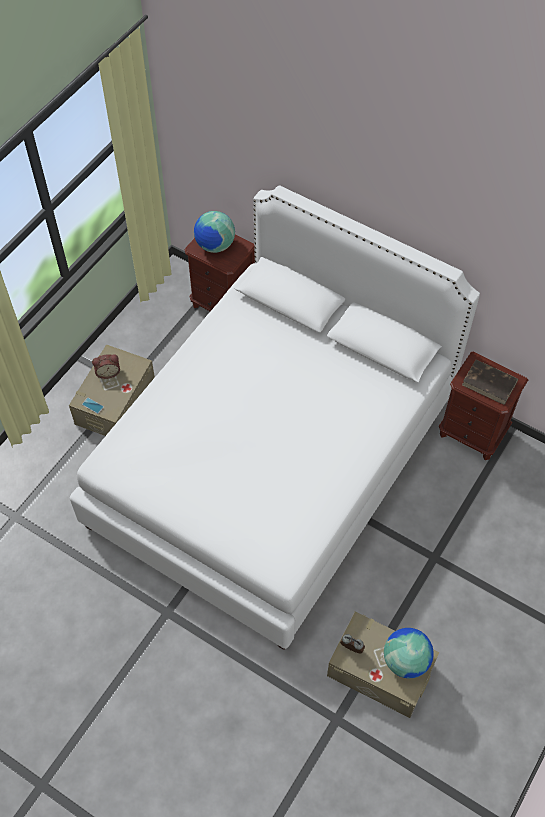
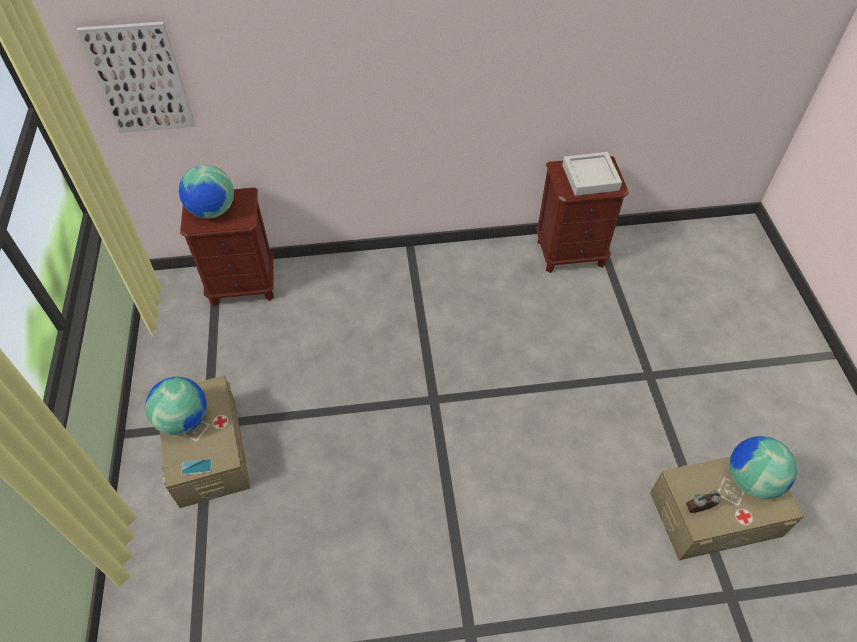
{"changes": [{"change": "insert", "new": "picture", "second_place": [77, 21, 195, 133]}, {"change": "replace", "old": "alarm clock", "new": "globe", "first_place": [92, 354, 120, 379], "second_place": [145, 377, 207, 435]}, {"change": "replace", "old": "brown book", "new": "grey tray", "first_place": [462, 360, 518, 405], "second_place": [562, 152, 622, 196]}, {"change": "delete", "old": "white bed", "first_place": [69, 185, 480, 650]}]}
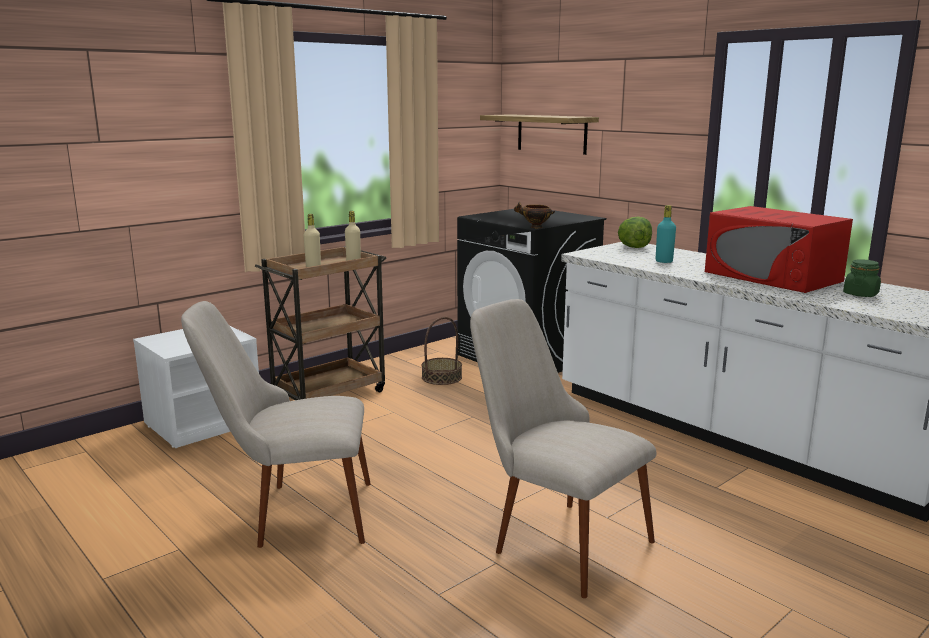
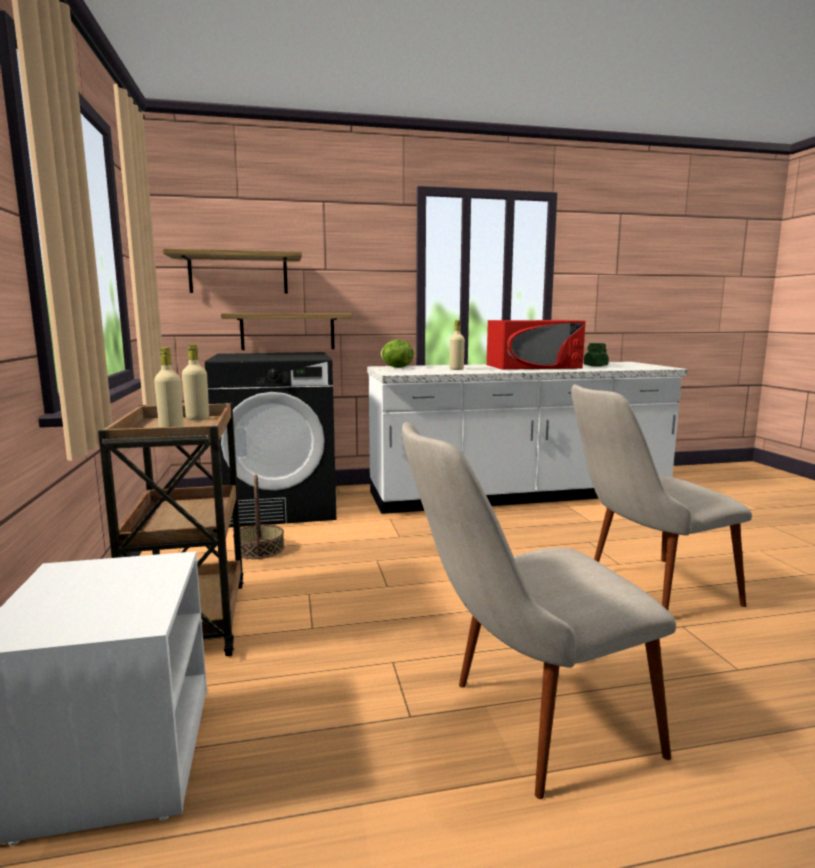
{"changes": [{"change": "insert", "new": "shelf", "second_place": [221, 313, 352, 350]}, {"change": "rotate", "old": "beige chair", "first_place": [181, 301, 371, 548], "second_place": [402, 422, 676, 799], "degrees": 45}, {"change": "recolor", "old": "turquoise bottle", "new": "beige bottle", "first_place": [656, 205, 676, 263], "second_place": [450, 321, 465, 370]}, {"change": "delete", "old": "bowl", "first_place": [514, 202, 555, 228]}]}
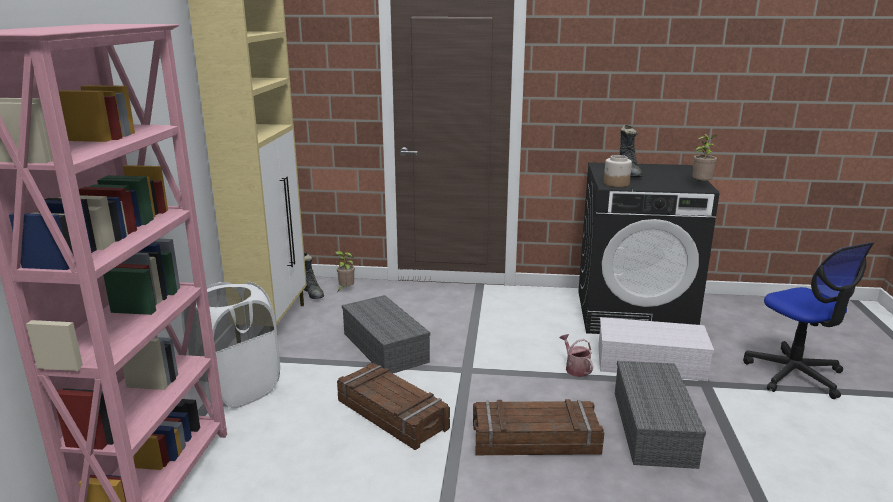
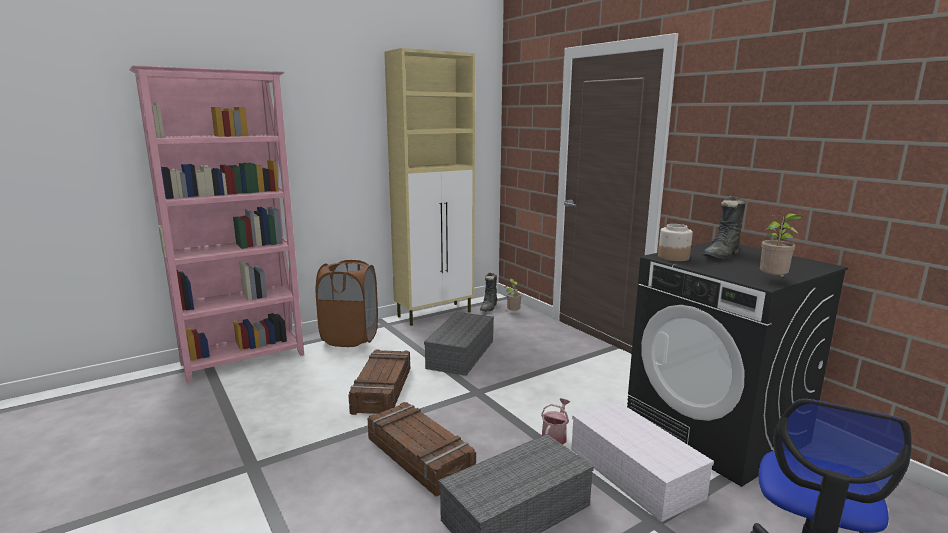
{"changes": [{"change": "recolor", "old": "white laundry basket", "new": "brown laundry basket", "first_place": [182, 282, 280, 408], "second_place": [316, 260, 378, 347]}]}
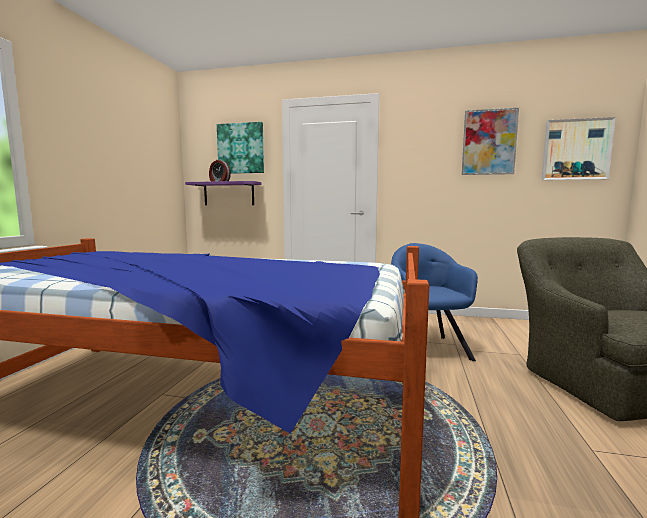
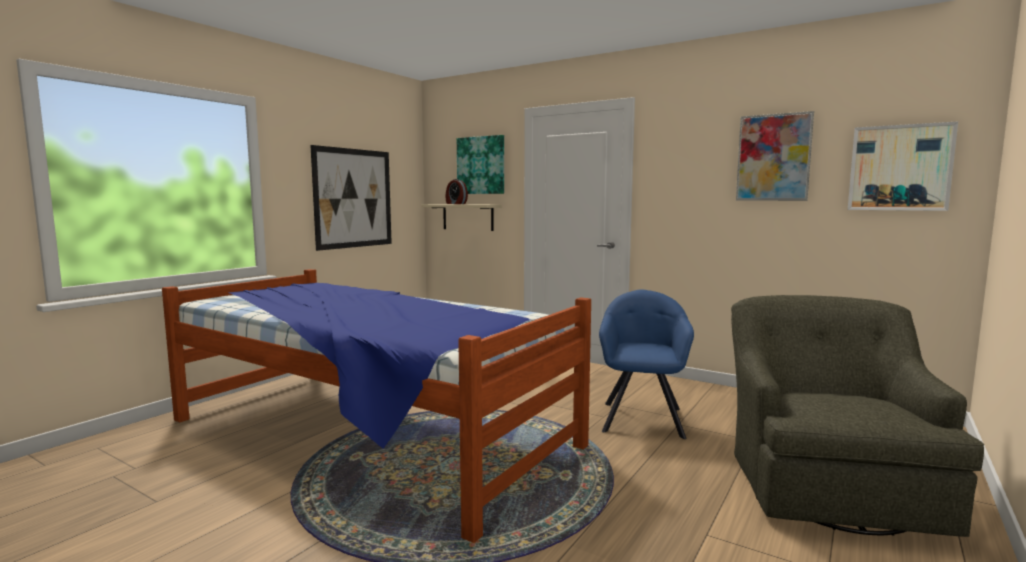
{"changes": [{"change": "insert", "new": "picture", "second_place": [310, 145, 392, 251]}, {"change": "recolor", "old": "purple shelf", "new": "beige shelf", "first_place": [185, 181, 262, 205], "second_place": [421, 204, 502, 231]}]}
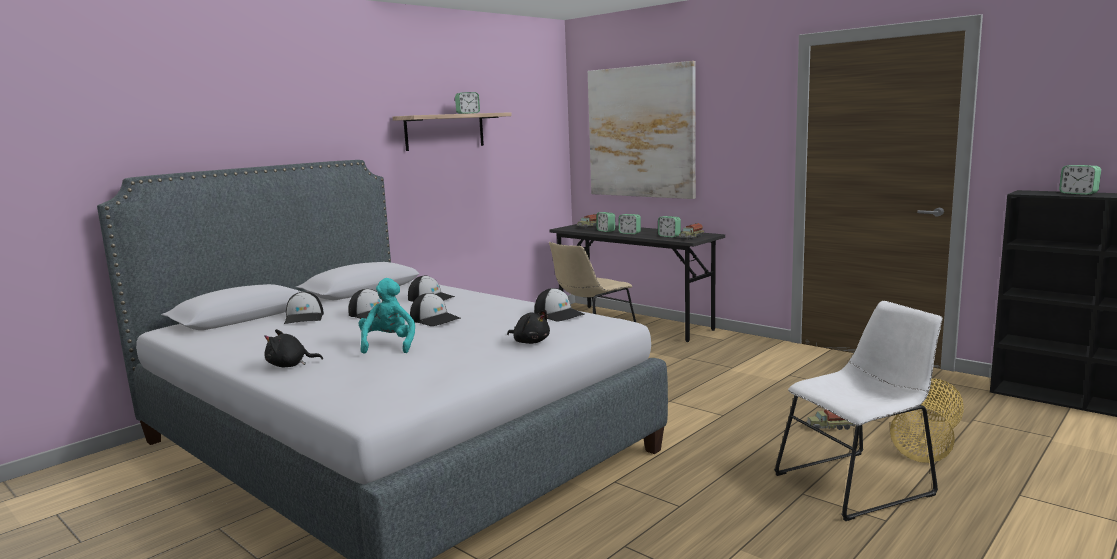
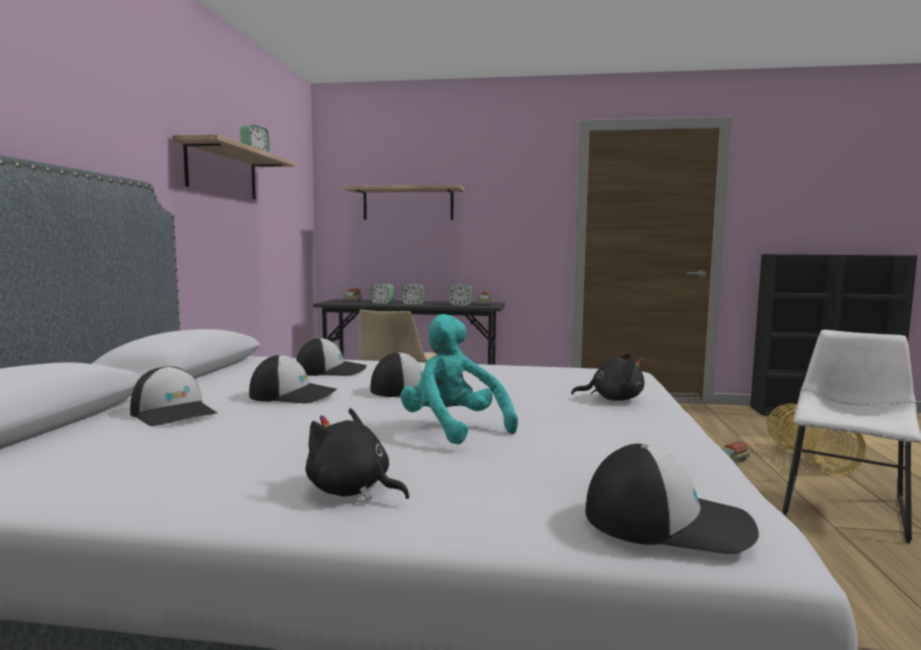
{"changes": [{"change": "rotate", "old": "black plush toy", "first_place": [264, 329, 323, 367], "second_place": [306, 408, 409, 500], "degrees": 75}, {"change": "replace", "old": "picture", "new": "shelf", "first_place": [588, 61, 696, 199], "second_place": [343, 185, 465, 220]}, {"change": "move", "old": "cap", "first_place": [534, 288, 585, 322], "second_place": [585, 444, 759, 554]}, {"change": "delete", "old": "alarm clock", "first_place": [1059, 165, 1101, 195]}]}
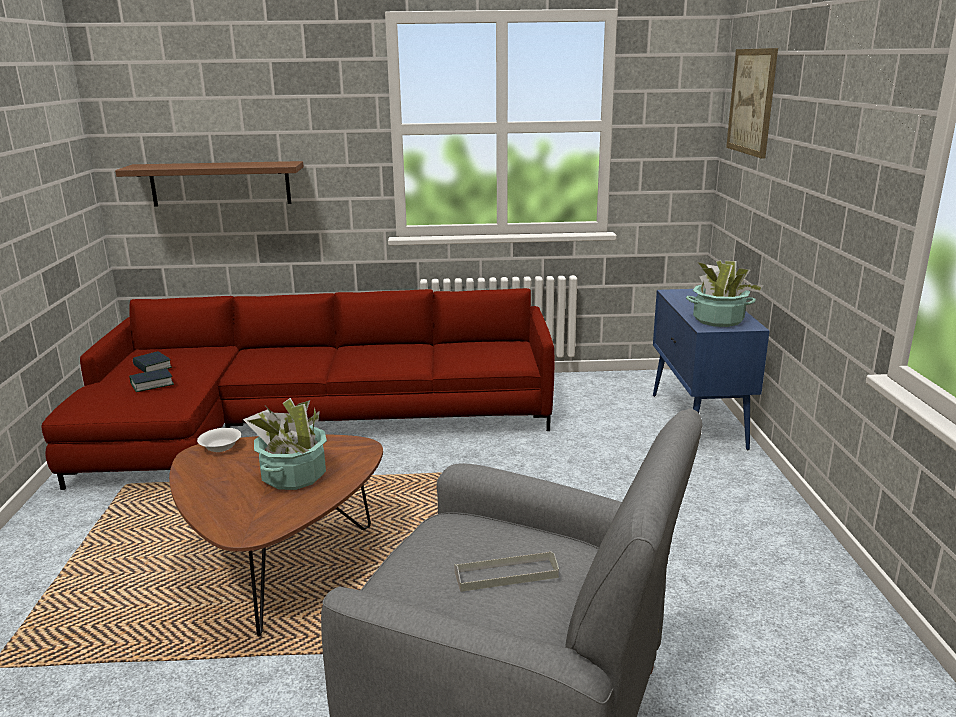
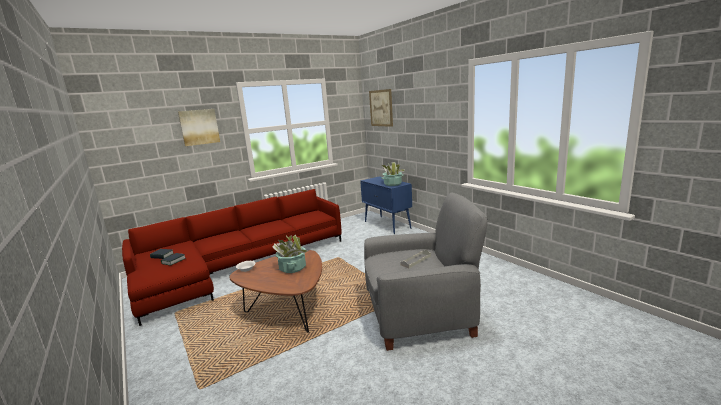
{"changes": [{"change": "insert", "new": "picture", "second_place": [178, 109, 220, 146]}, {"change": "delete", "old": "brown shelf", "first_place": [115, 161, 304, 207]}]}
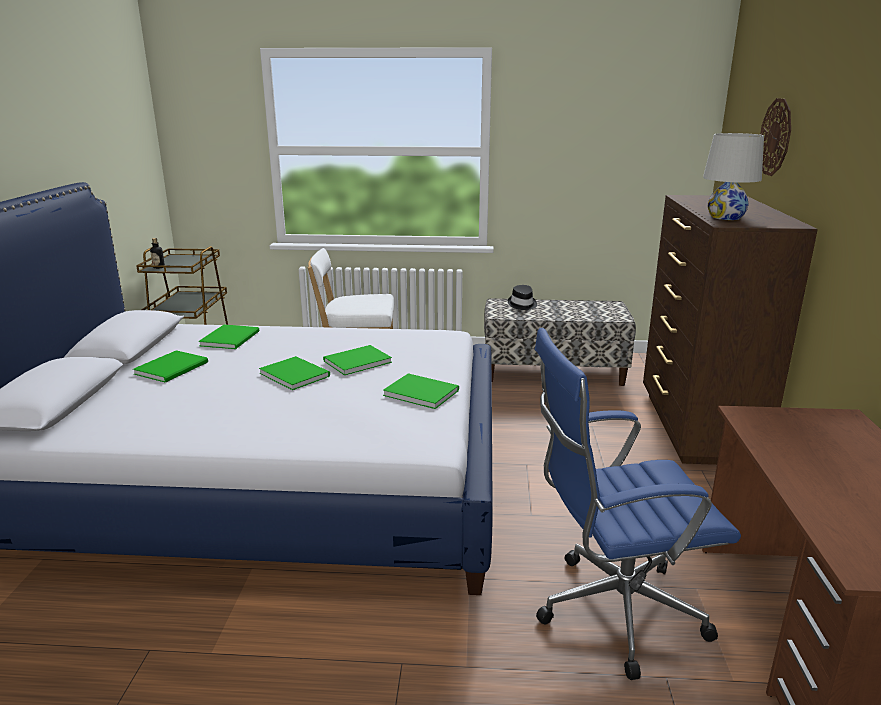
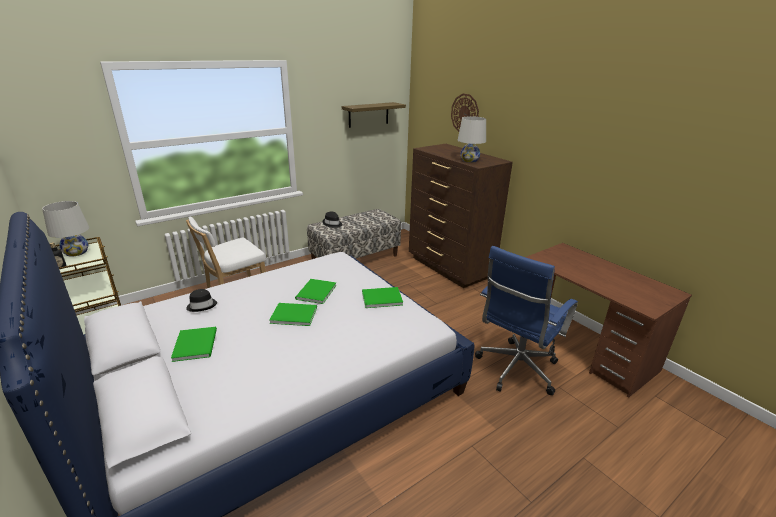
{"changes": [{"change": "insert", "new": "white table lamp", "second_place": [42, 201, 89, 257]}, {"change": "replace", "old": "green book", "new": "black hat", "first_place": [199, 325, 259, 349], "second_place": [186, 289, 217, 312]}, {"change": "insert", "new": "shelf", "second_place": [342, 102, 406, 128]}]}
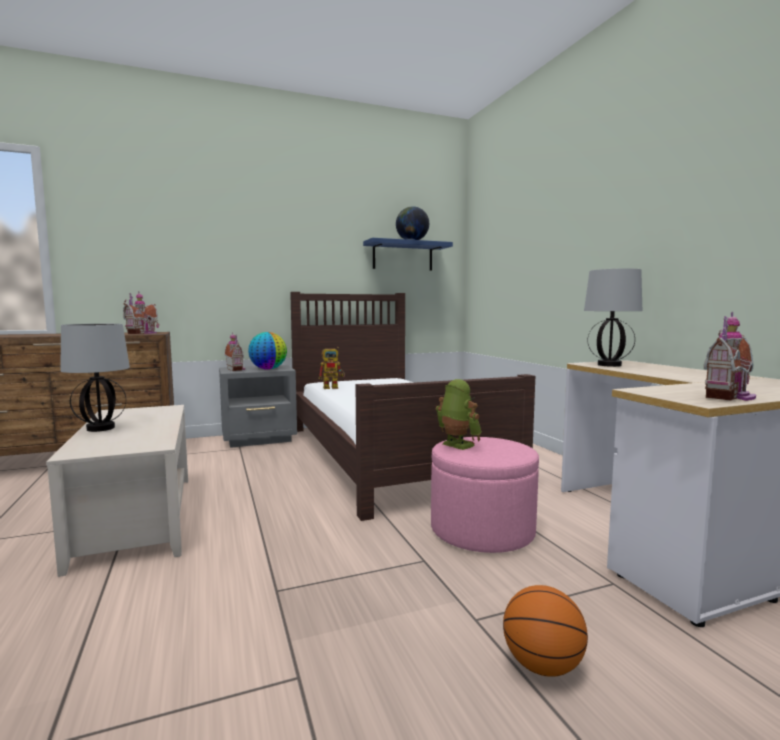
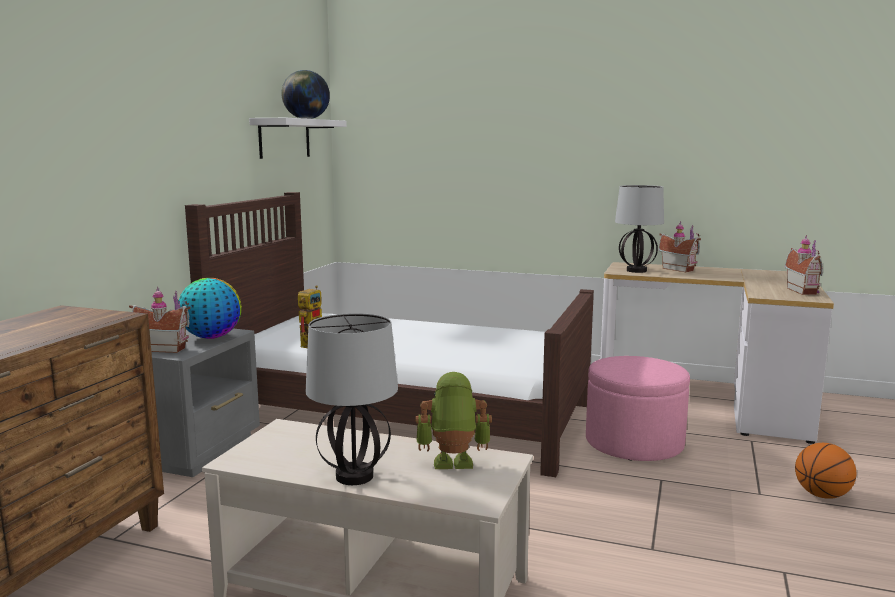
{"changes": [{"change": "recolor", "old": "blue shelf", "new": "white shelf", "first_place": [363, 238, 453, 271], "second_place": [249, 118, 347, 159]}, {"change": "move", "old": "toy robot", "first_place": [436, 379, 482, 450], "second_place": [416, 372, 492, 469]}, {"change": "move", "old": "toy house", "first_place": [123, 292, 159, 334], "second_place": [659, 221, 701, 272]}]}
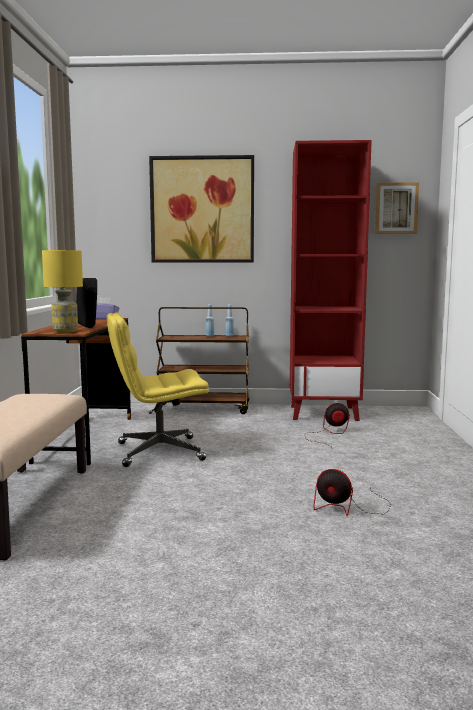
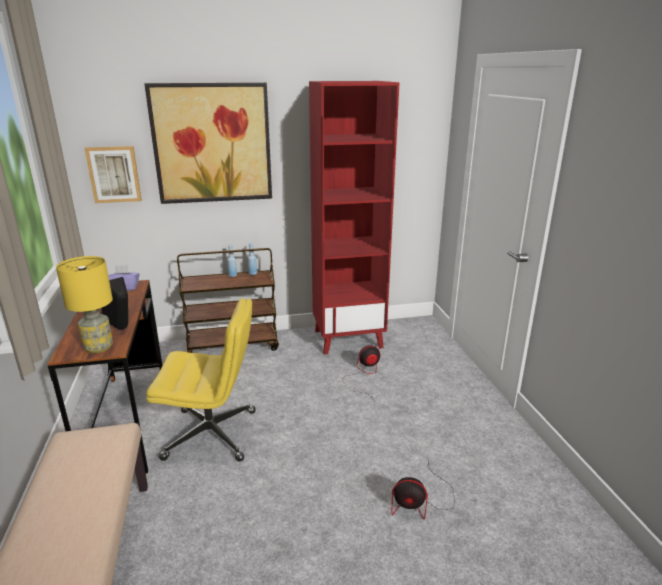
{"changes": [{"change": "move", "old": "picture", "first_place": [375, 182, 419, 234], "second_place": [85, 146, 142, 203]}, {"change": "rotate", "old": "yellow office chair", "first_place": [107, 312, 209, 467], "second_place": [146, 298, 256, 461], "degrees": -150}]}
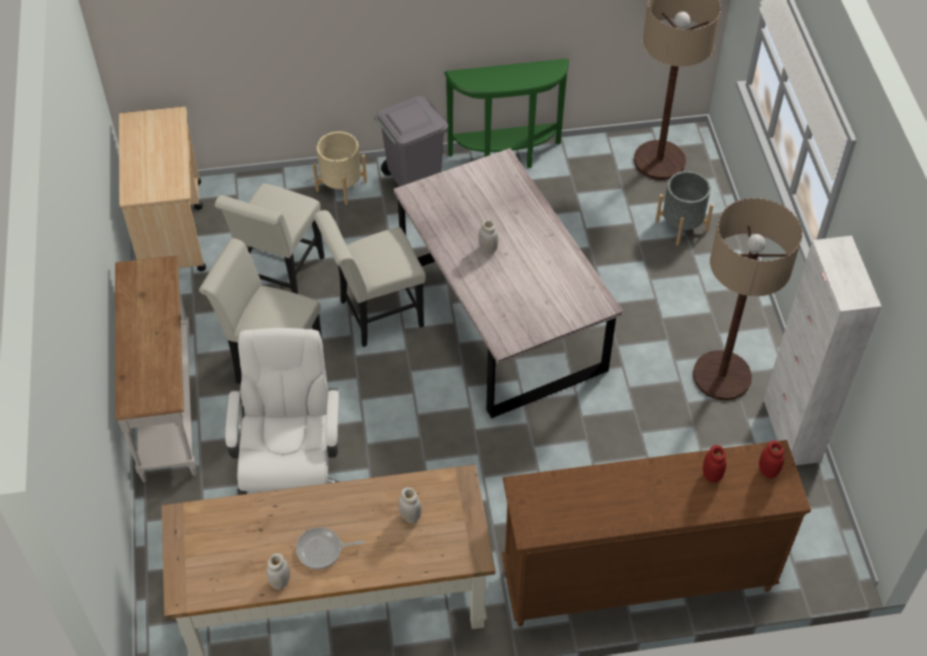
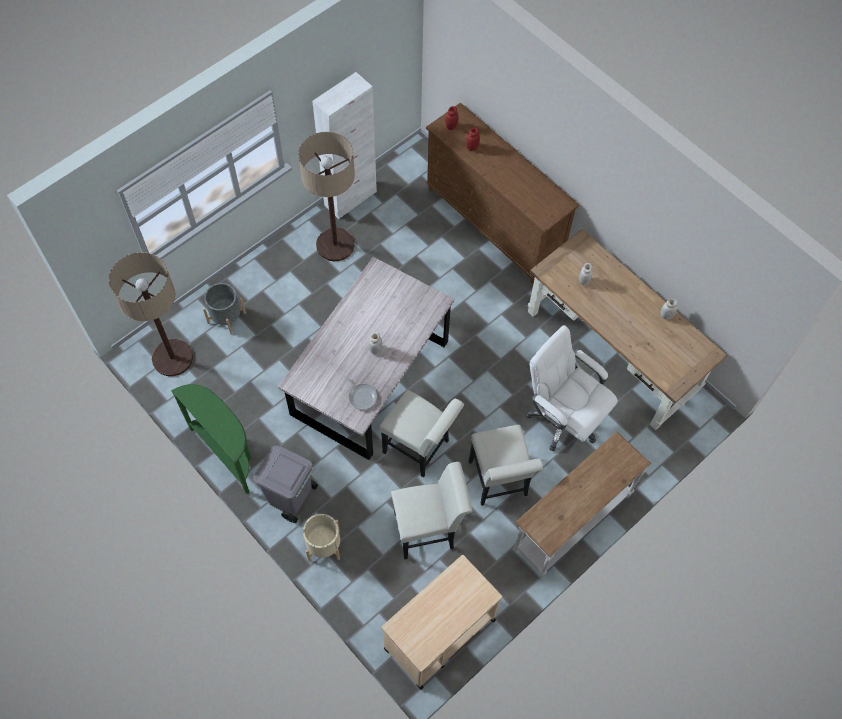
{"changes": [{"change": "move", "old": "frying pan", "first_place": [296, 528, 364, 569], "second_place": [344, 375, 377, 410]}, {"change": "rotate", "old": "white office chair", "first_place": [225, 328, 339, 495], "second_place": [526, 325, 618, 451], "degrees": 75}]}
